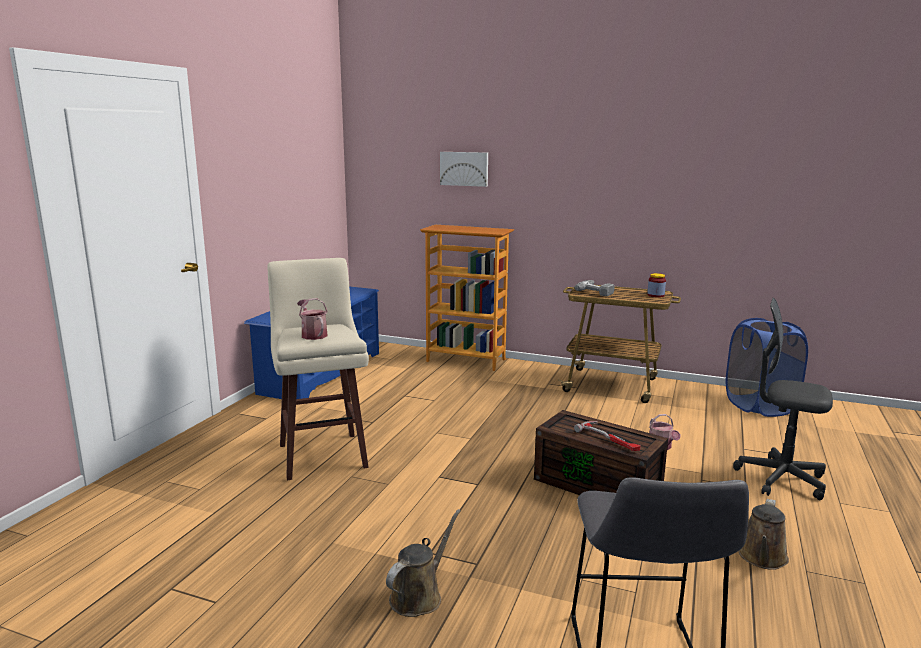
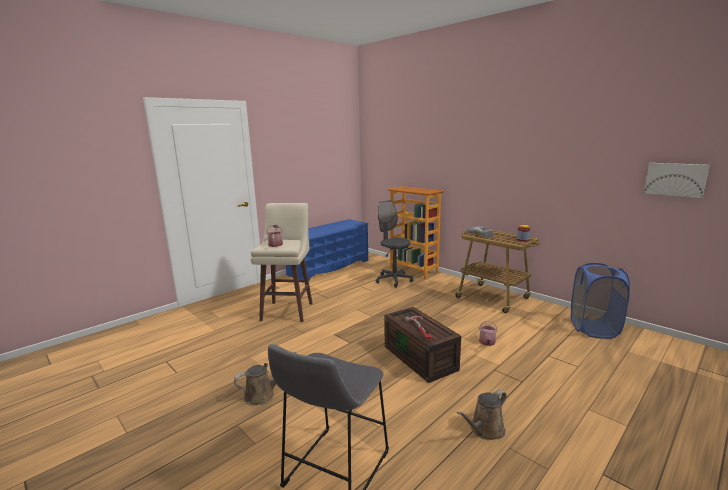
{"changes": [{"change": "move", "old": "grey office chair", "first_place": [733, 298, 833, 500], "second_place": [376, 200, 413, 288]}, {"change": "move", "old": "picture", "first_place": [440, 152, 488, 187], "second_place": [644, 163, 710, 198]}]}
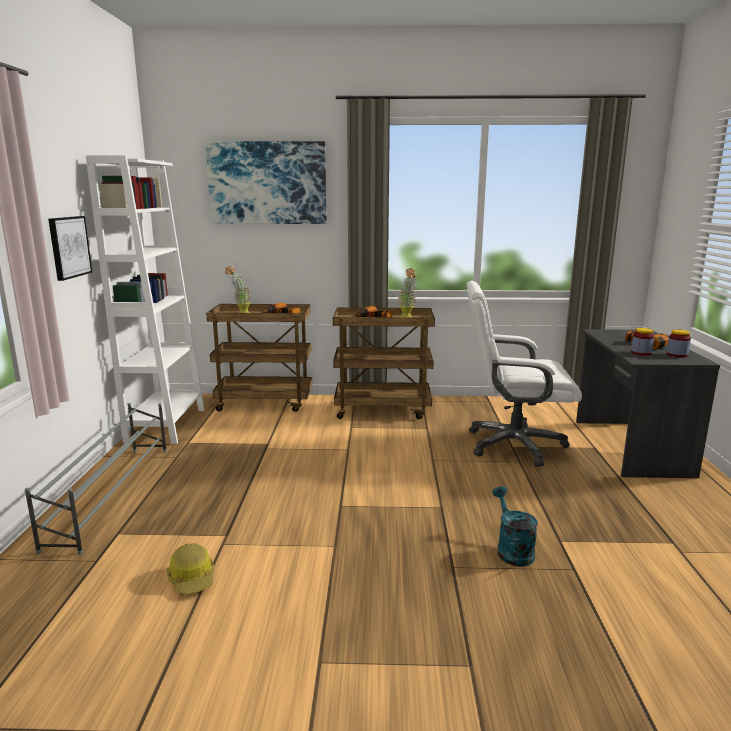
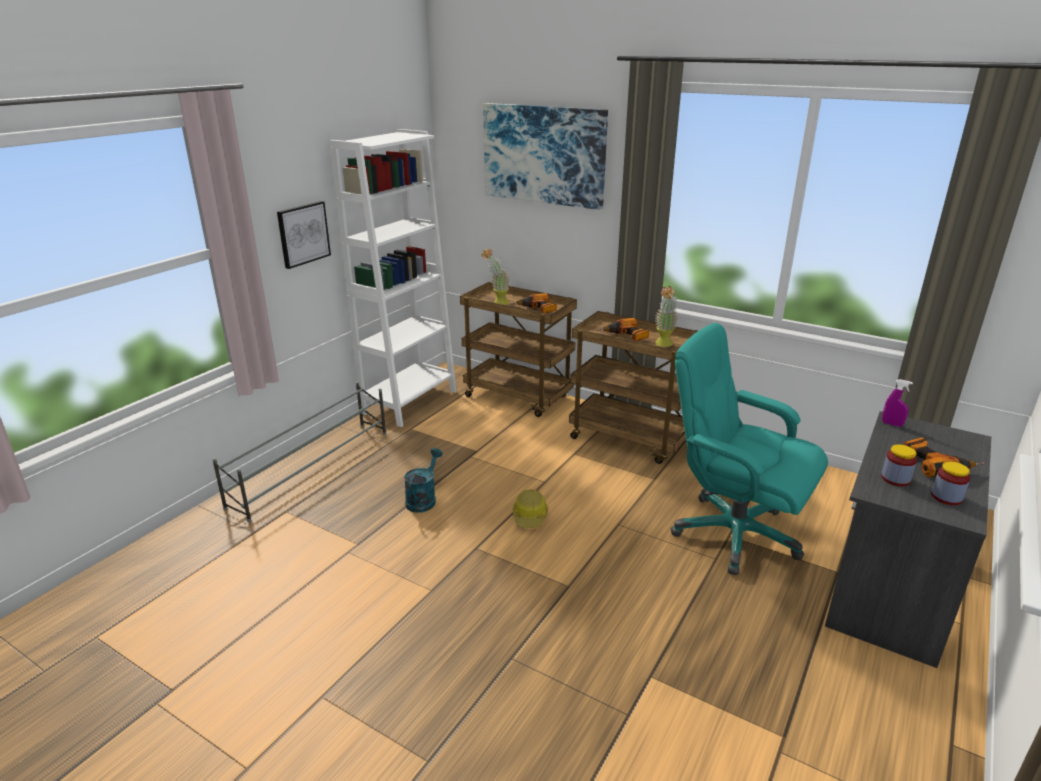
{"changes": [{"change": "move", "old": "turquoise watering can", "first_place": [492, 486, 538, 567], "second_place": [404, 448, 443, 513]}, {"change": "move", "old": "hard hat", "first_place": [166, 543, 214, 594], "second_place": [512, 489, 548, 528]}, {"change": "recolor", "old": "white office chair", "new": "turquoise office chair", "first_place": [467, 280, 582, 467], "second_place": [670, 323, 828, 575]}, {"change": "insert", "new": "purple spray bottle", "second_place": [882, 379, 913, 427]}]}
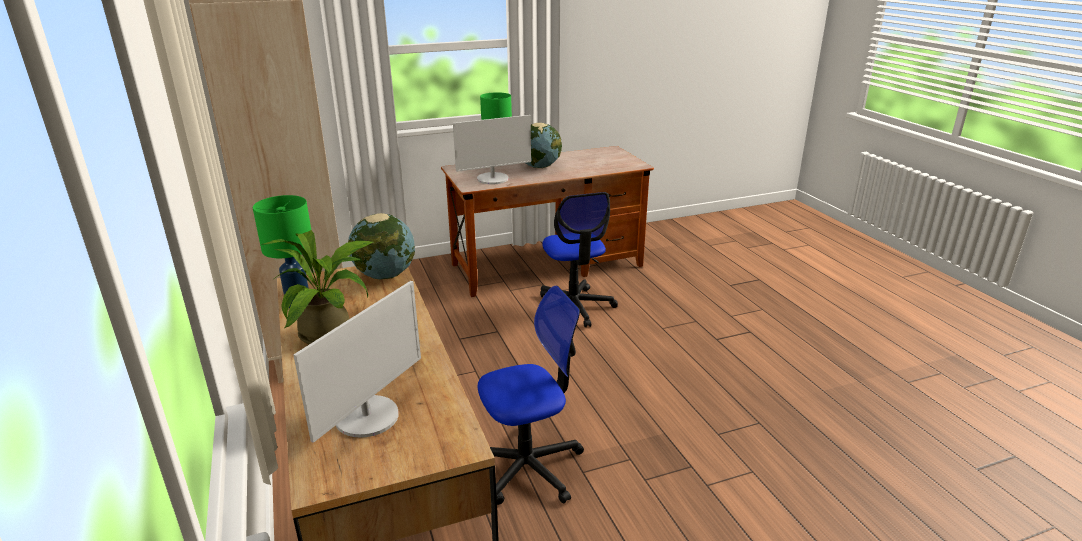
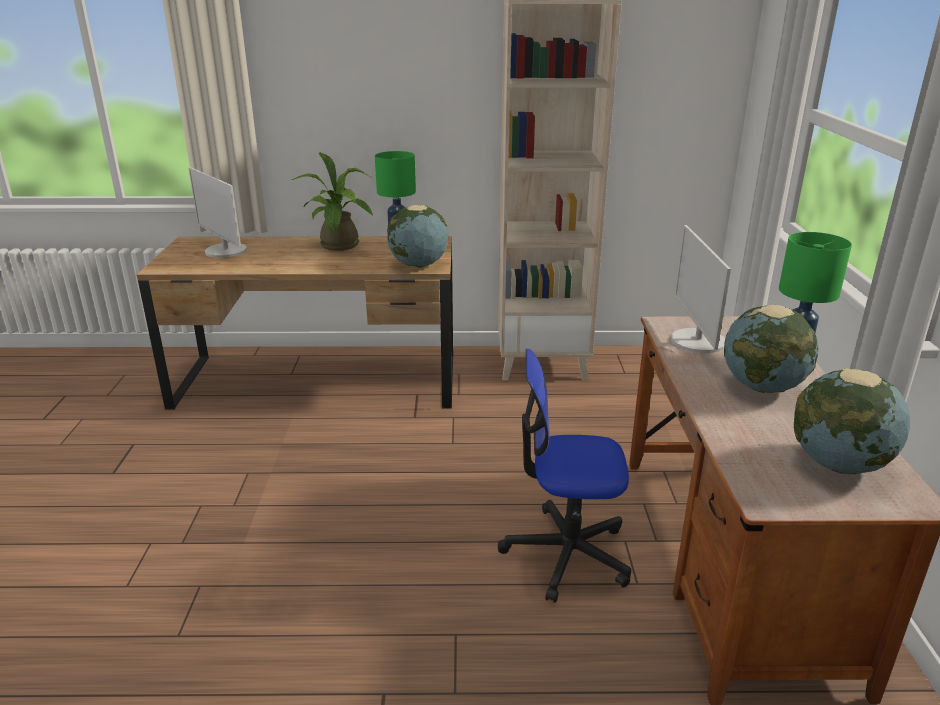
{"changes": [{"change": "insert", "new": "globe", "second_place": [794, 368, 910, 474]}, {"change": "delete", "old": "office chair", "first_place": [478, 286, 584, 505]}]}
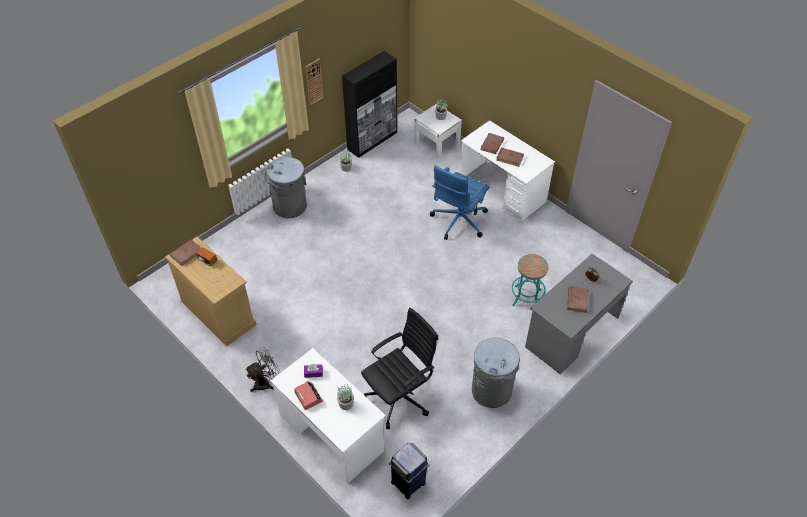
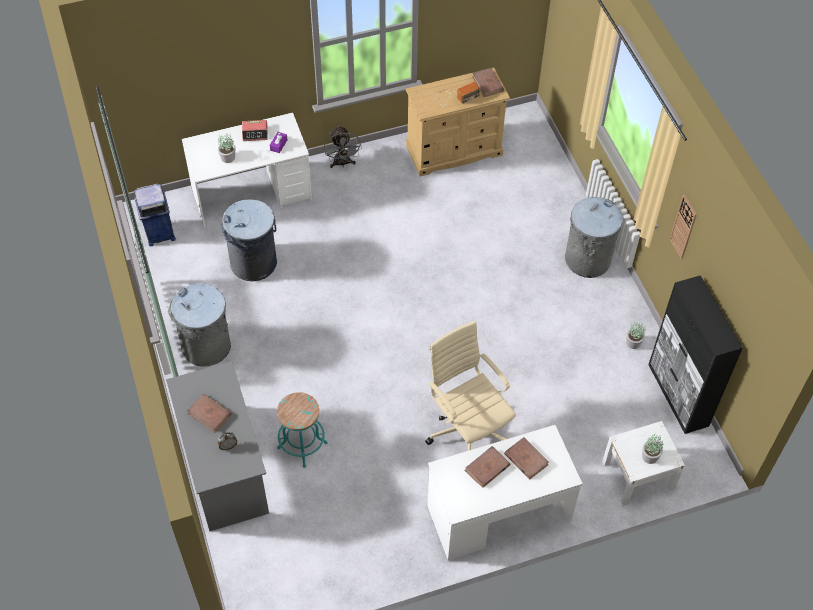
{"changes": [{"change": "replace", "old": "black office chair", "new": "grey trash can", "first_place": [361, 308, 439, 429], "second_place": [221, 199, 277, 281]}, {"change": "recolor", "old": "blue office chair", "new": "beige office chair", "first_place": [430, 165, 490, 240], "second_place": [425, 321, 516, 451]}]}
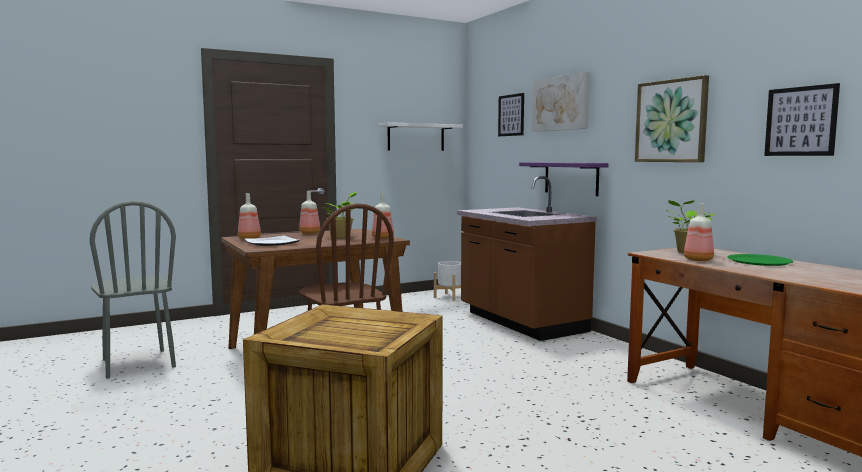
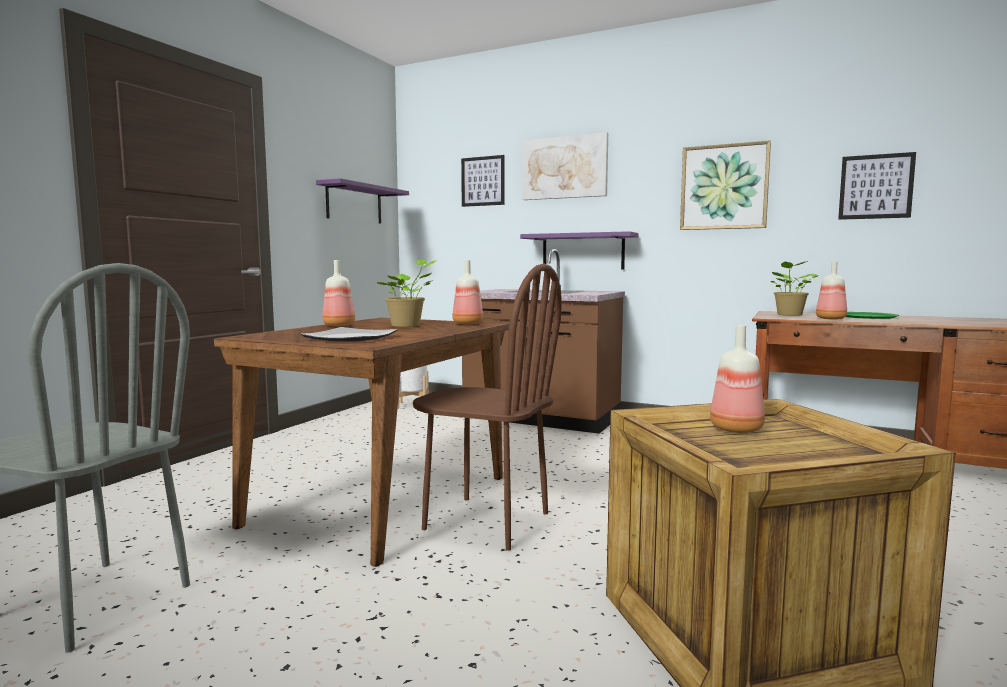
{"changes": [{"change": "recolor", "old": "white shelf", "new": "purple shelf", "first_place": [379, 122, 463, 151], "second_place": [316, 178, 409, 224]}, {"change": "move", "old": "bottle", "first_place": [238, 193, 261, 239], "second_place": [710, 325, 765, 433]}]}
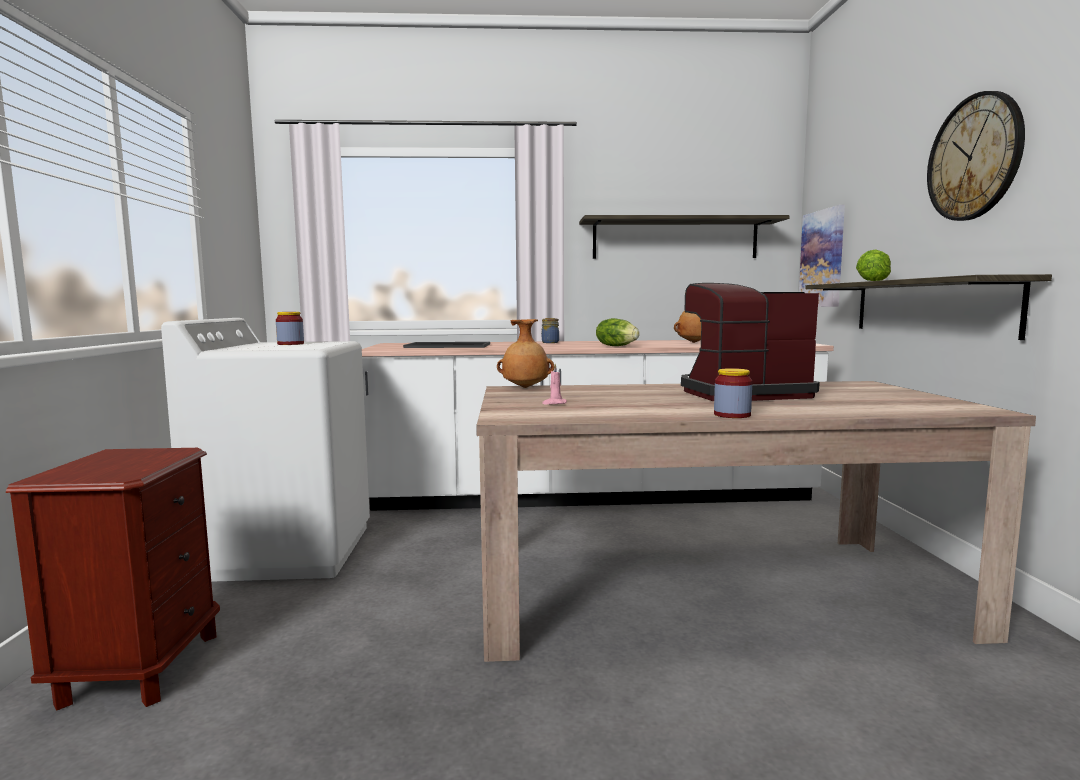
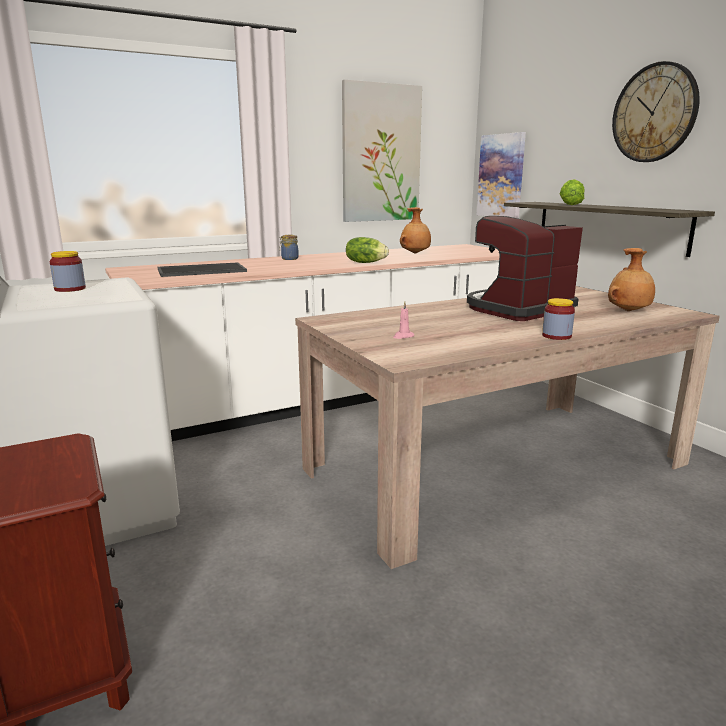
{"changes": [{"change": "replace", "old": "shelf", "new": "picture", "first_place": [579, 215, 790, 259], "second_place": [342, 79, 422, 222]}, {"change": "move", "old": "brown vase", "first_place": [497, 319, 554, 388], "second_place": [608, 248, 655, 311]}]}
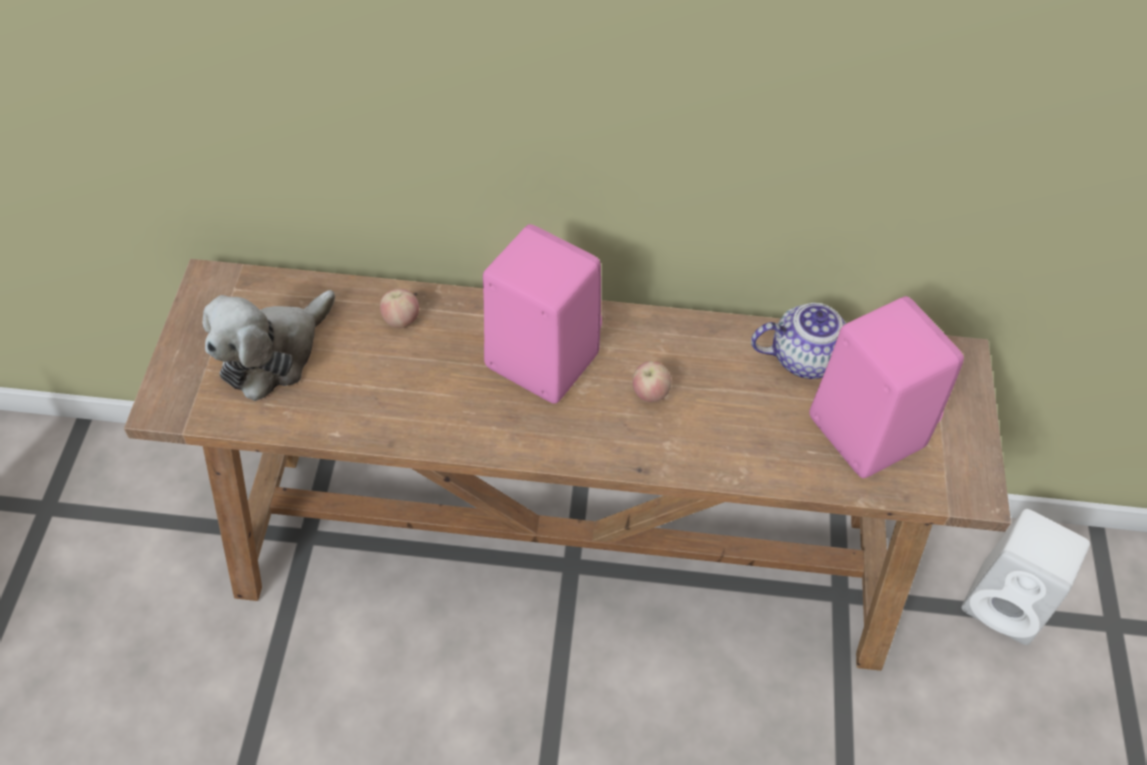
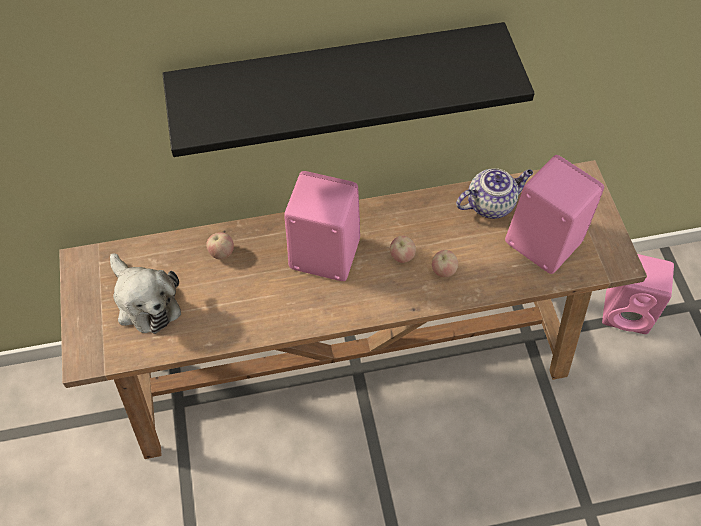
{"changes": [{"change": "rotate", "old": "plush toy", "first_place": [203, 290, 335, 401], "second_place": [110, 253, 181, 334], "degrees": -60}, {"change": "insert", "new": "black shelf", "second_place": [162, 22, 535, 157]}, {"change": "insert", "new": "apple", "second_place": [432, 250, 458, 277]}, {"change": "recolor", "old": "white speaker", "new": "pink speaker", "first_place": [962, 509, 1090, 645], "second_place": [602, 254, 674, 334]}]}
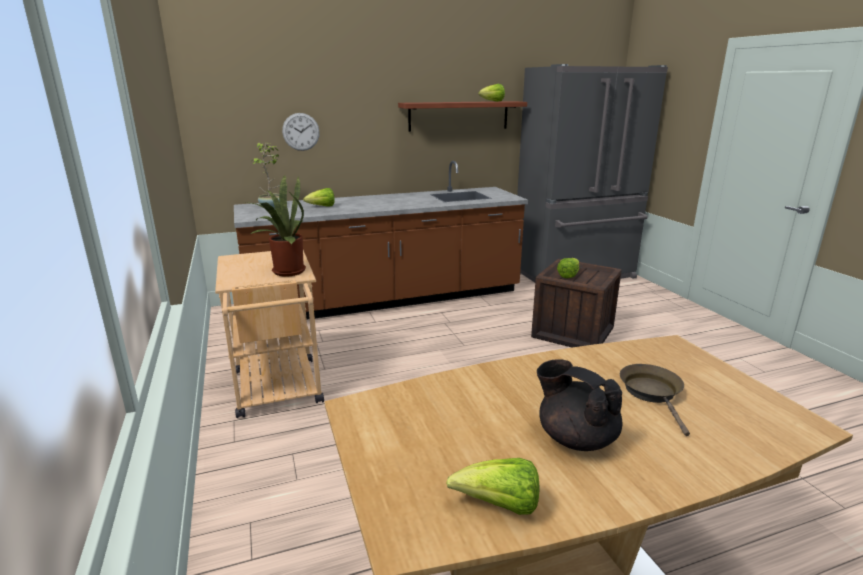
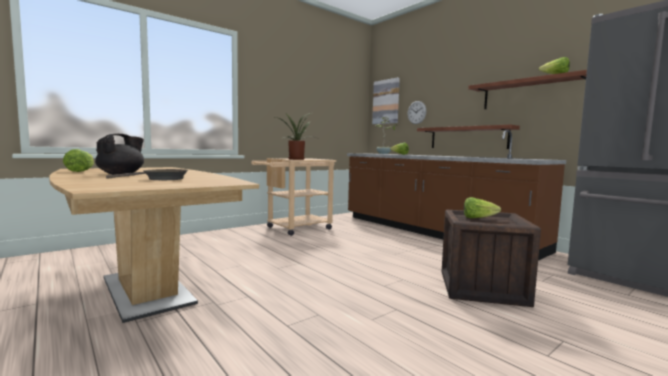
{"changes": [{"change": "insert", "new": "picture", "second_place": [372, 77, 400, 124]}, {"change": "insert", "new": "shelf", "second_place": [417, 124, 520, 149]}]}
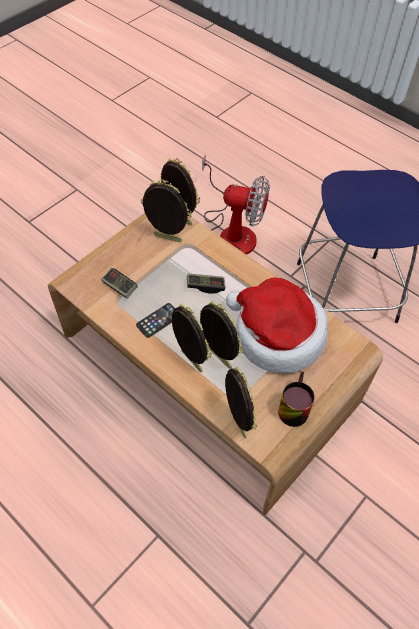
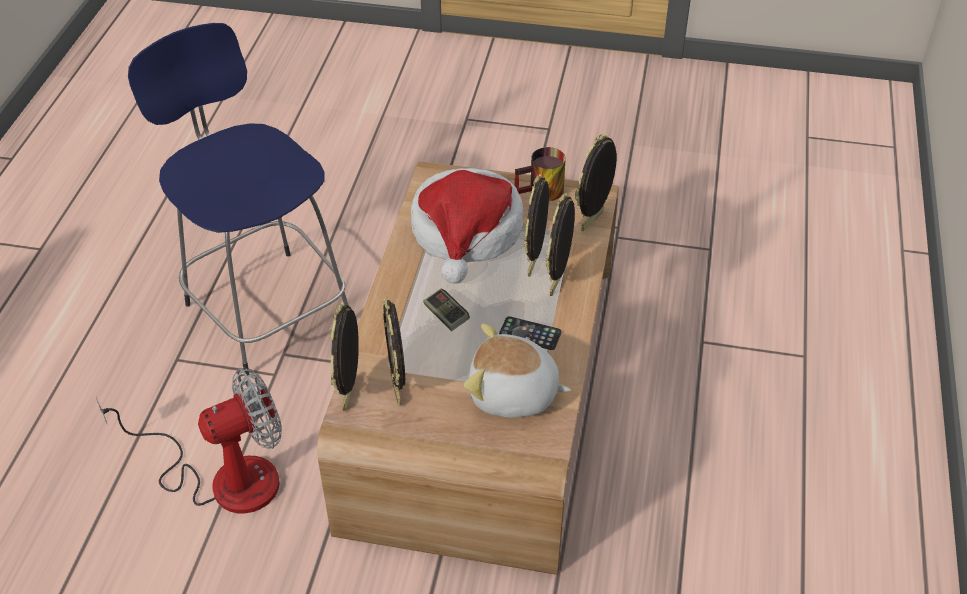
{"changes": [{"change": "rotate", "old": "fan", "first_place": [202, 156, 270, 255], "second_place": [96, 367, 282, 514], "degrees": 75}, {"change": "replace", "old": "game controller", "new": "plush toy", "first_place": [101, 268, 138, 298], "second_place": [464, 323, 571, 418]}]}
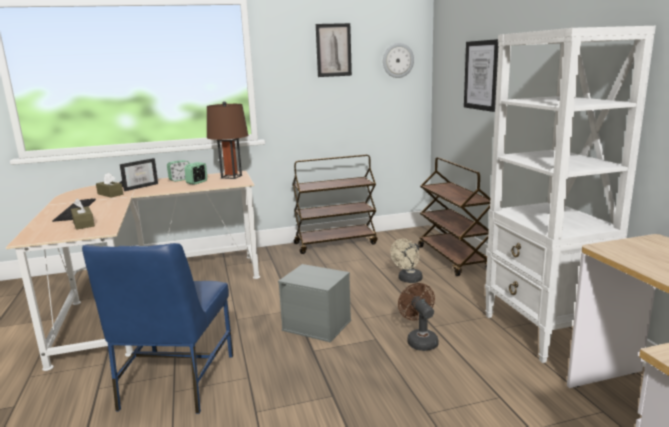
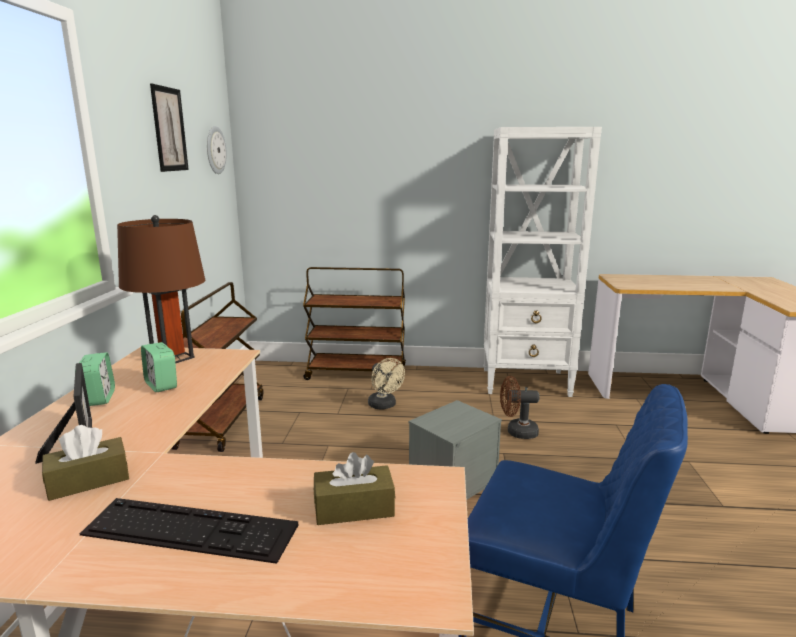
{"changes": [{"change": "delete", "old": "picture", "first_place": [464, 39, 498, 112]}]}
